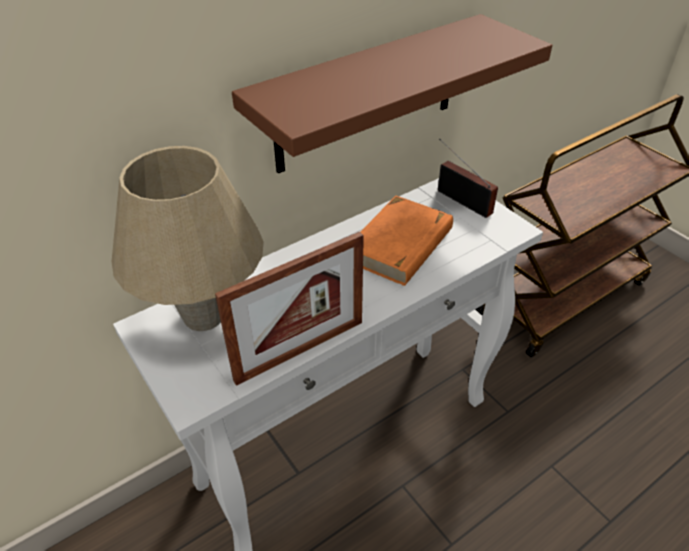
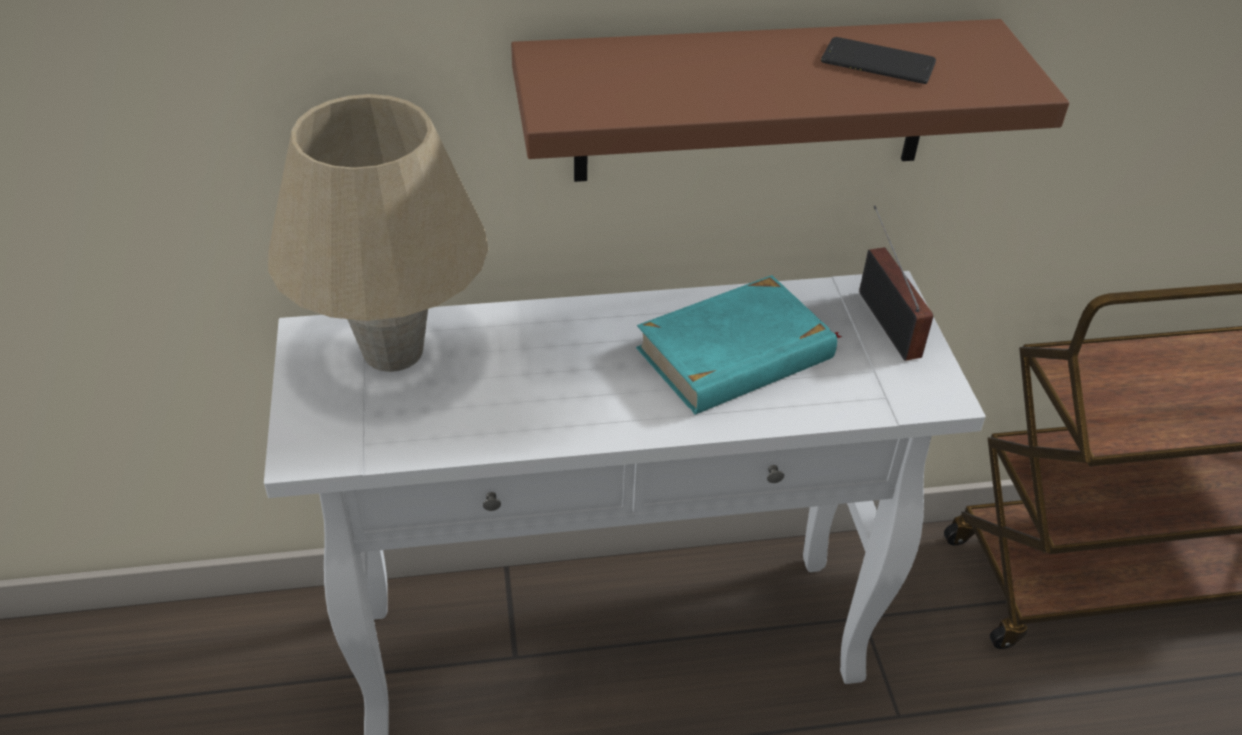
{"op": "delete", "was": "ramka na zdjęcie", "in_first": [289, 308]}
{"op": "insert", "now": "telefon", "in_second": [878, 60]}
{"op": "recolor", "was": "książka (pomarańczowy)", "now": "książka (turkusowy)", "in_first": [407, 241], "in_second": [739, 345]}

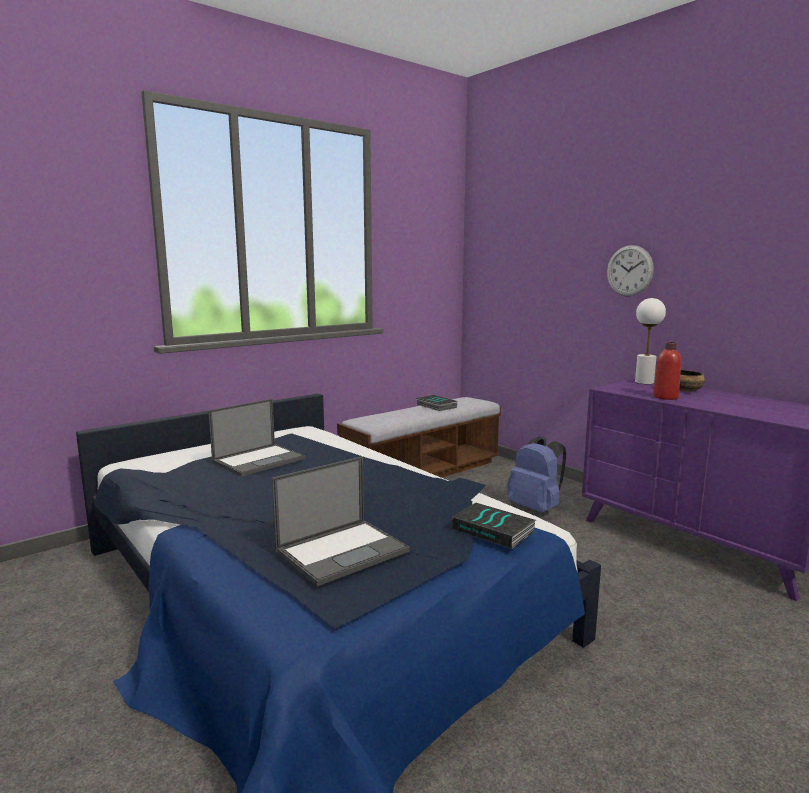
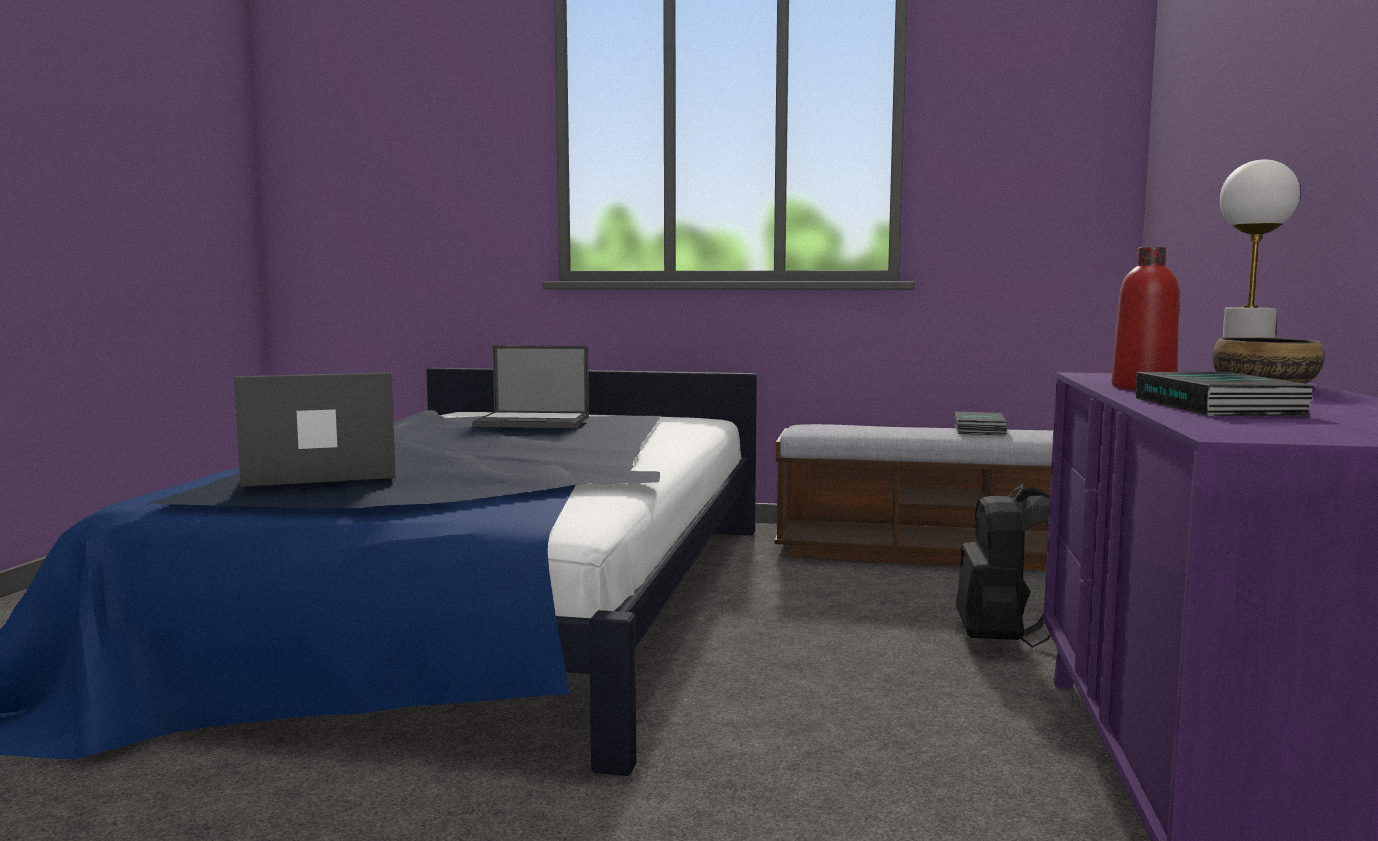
{"op": "delete", "was": "zegar ścienny", "in_first": [630, 271]}
{"op": "move", "was": "książka", "in_first": [494, 526], "in_second": [1225, 394]}
{"op": "recolor", "was": "plecak (niebieski)", "now": "plecak (czarny)", "in_first": [536, 474], "in_second": [1003, 566]}
{"op": "rotate", "was": "laptop", "in_first": [341, 521], "in_second": [315, 430], "clockwise": 150}

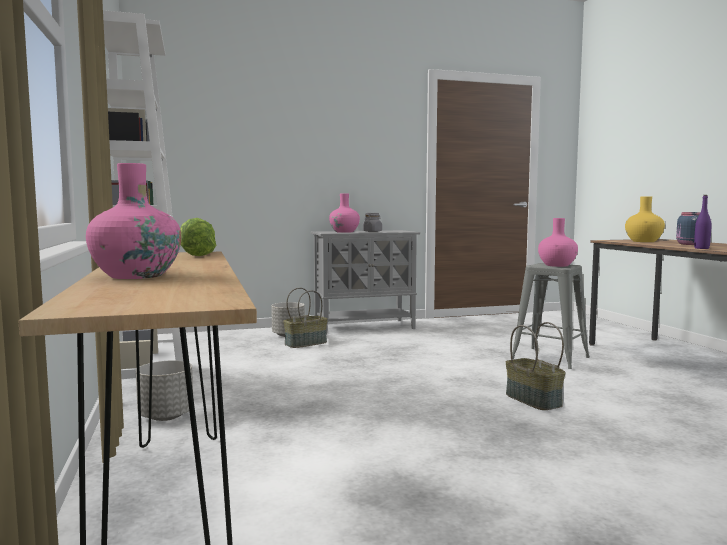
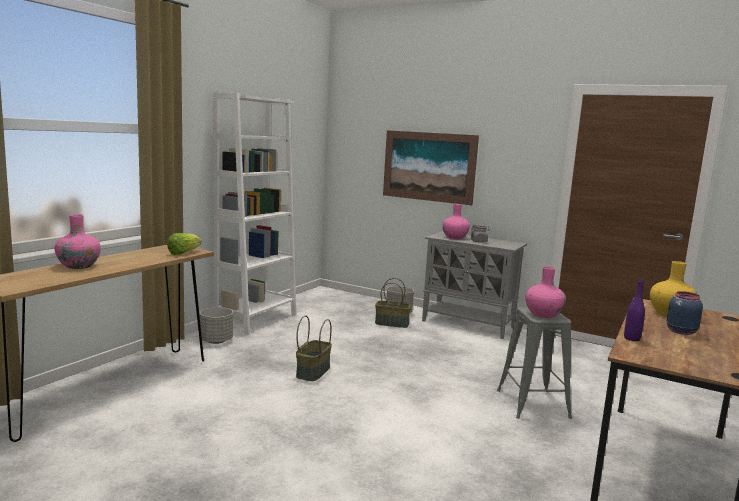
{"op": "insert", "now": "obraz", "in_second": [431, 167]}
{"op": "move", "was": "koszyk", "in_first": [536, 366], "in_second": [314, 348]}

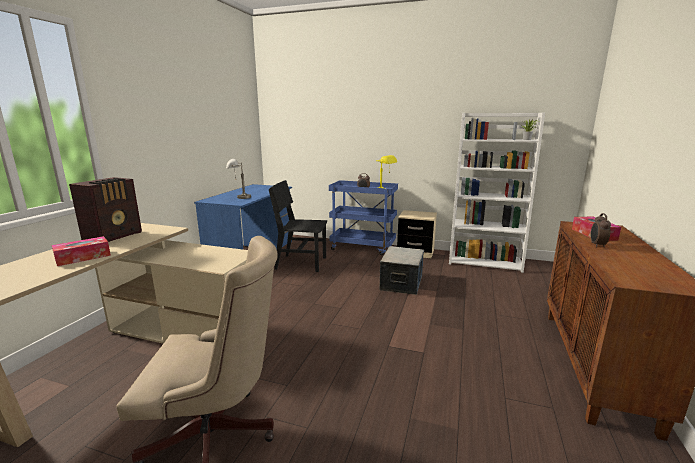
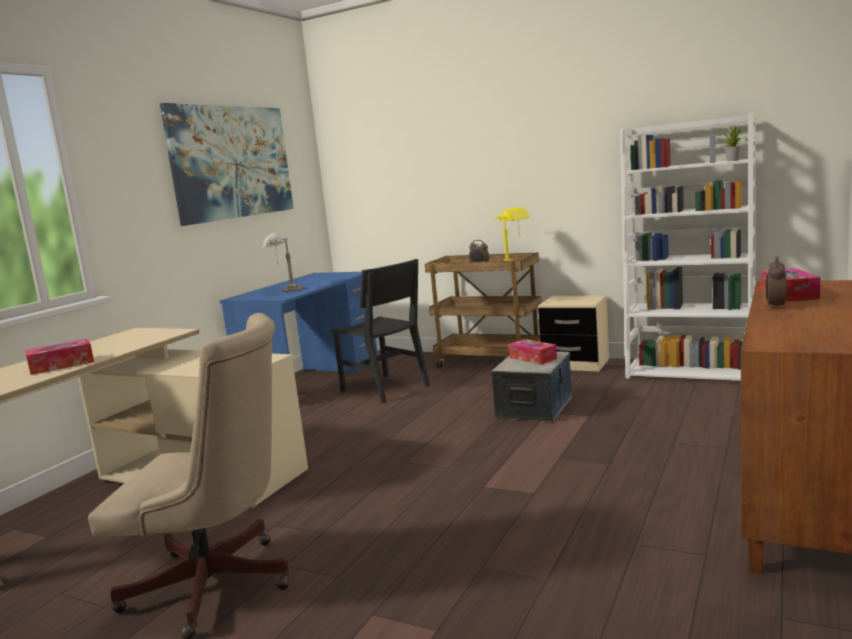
{"op": "delete", "was": "radio", "in_first": [105, 209]}
{"op": "insert", "now": "obraz", "in_second": [227, 164]}
{"op": "insert", "now": "pudełko chusteczek", "in_second": [533, 352]}
{"op": "recolor", "was": "wózek (niebieski)", "now": "wózek (brązowy)", "in_first": [363, 217], "in_second": [483, 310]}
{"op": "rotate", "was": "krzesło (czarny)", "in_first": [298, 226], "in_second": [380, 331], "clockwise": -150}

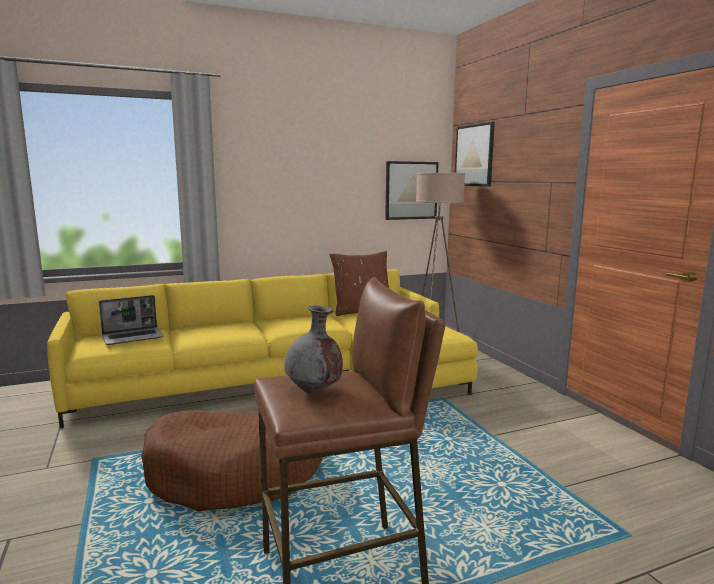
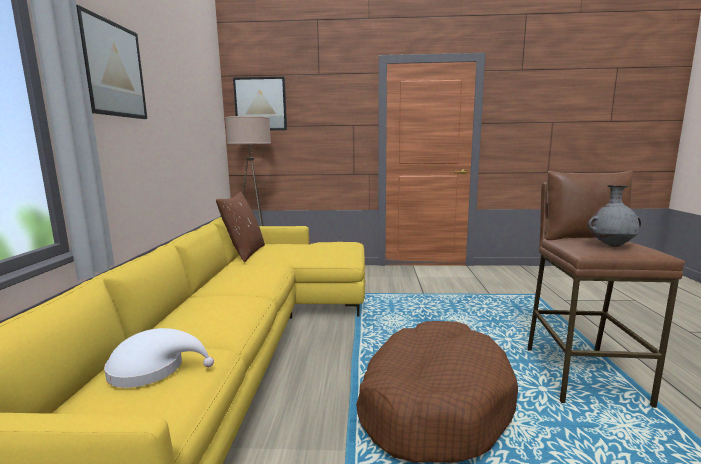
{"op": "move", "was": "obraz", "in_first": [412, 190], "in_second": [111, 62]}
{"op": "replace", "was": "laptop", "now": "kapelusz (biały)", "in_first": [131, 320], "in_second": [159, 358]}

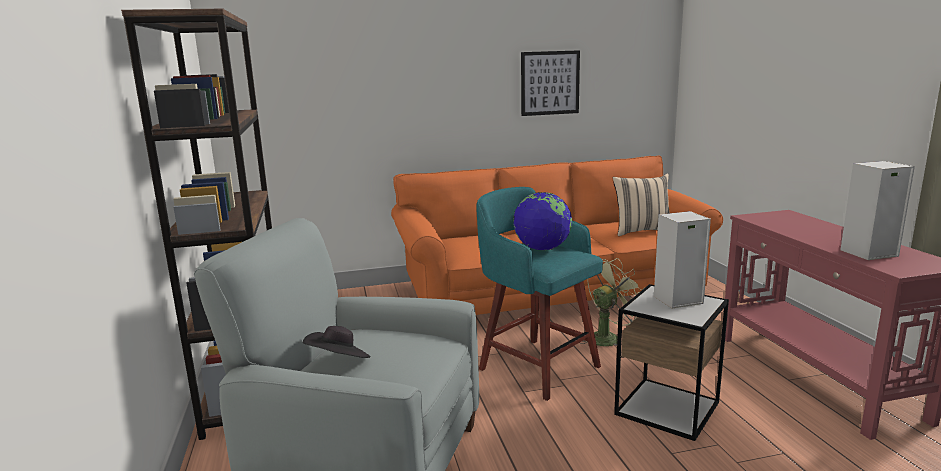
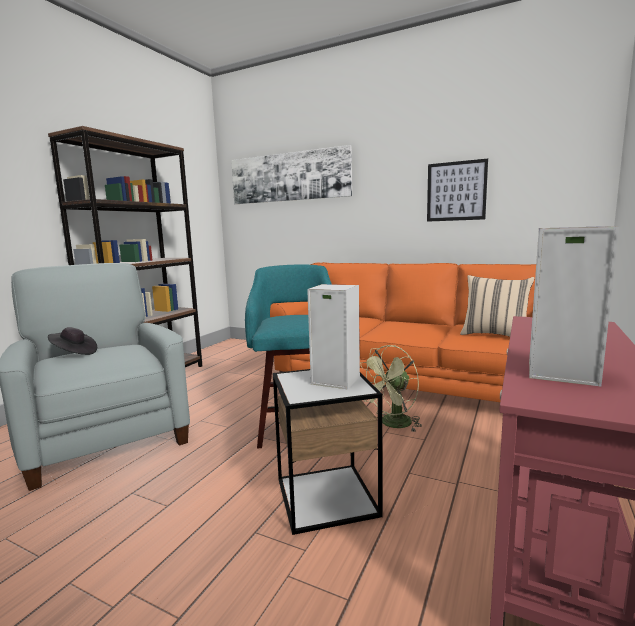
{"op": "delete", "was": "globus", "in_first": [542, 221]}
{"op": "insert", "now": "obraz", "in_second": [291, 174]}
{"op": "rotate", "was": "wentylator (zielony)", "in_first": [612, 302], "in_second": [391, 388], "clockwise": 135}

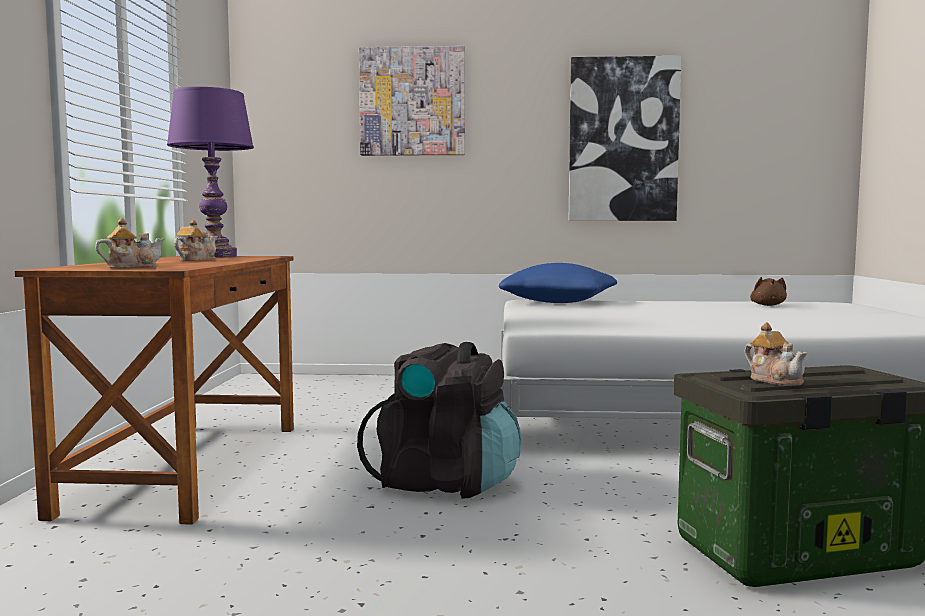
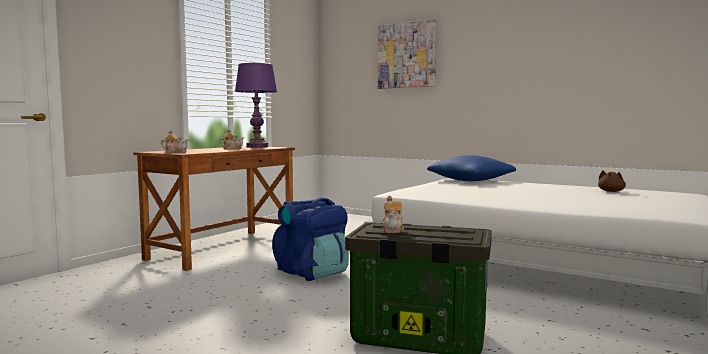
{"op": "delete", "was": "obraz", "in_first": [625, 138]}
{"op": "recolor", "was": "plecak (czarny)", "now": "plecak (niebieski)", "in_first": [439, 420], "in_second": [310, 239]}

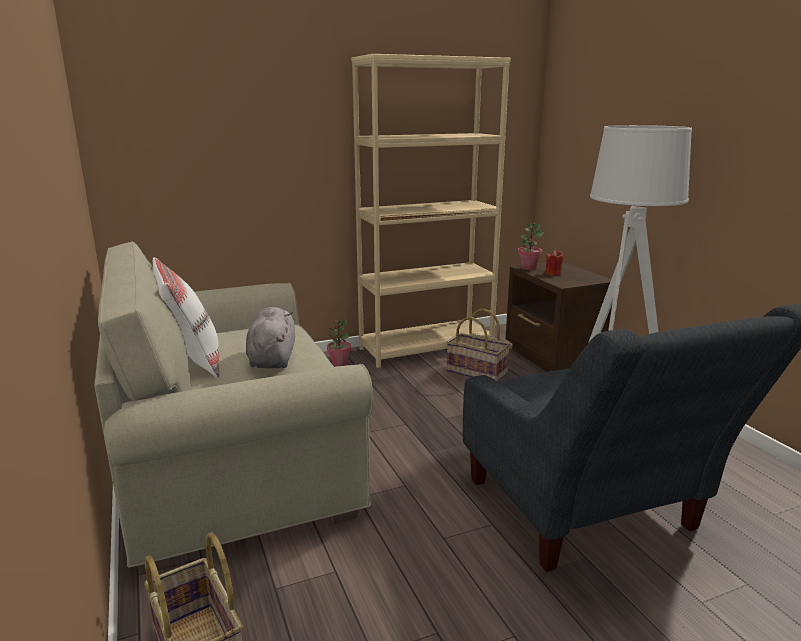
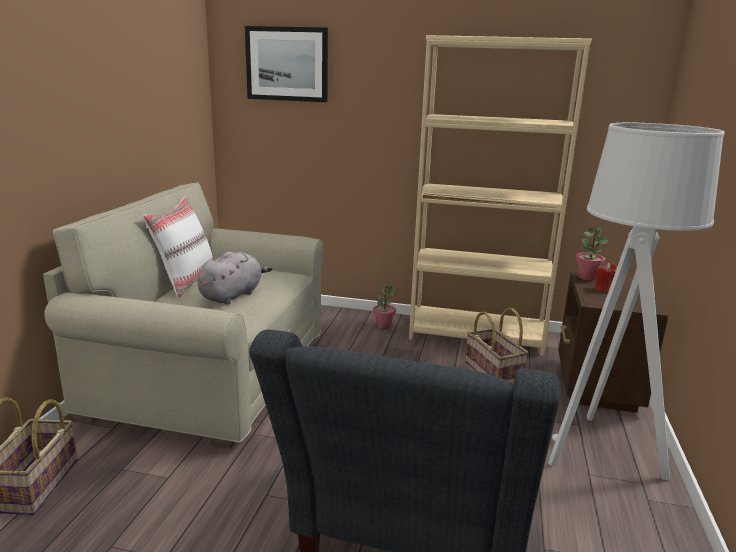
{"op": "insert", "now": "obraz", "in_second": [286, 64]}

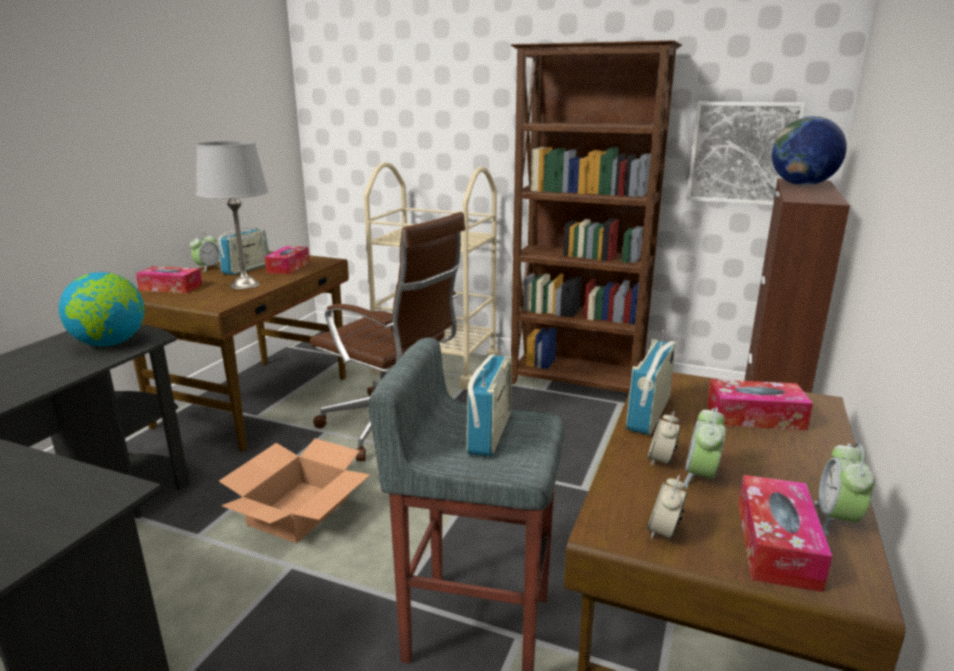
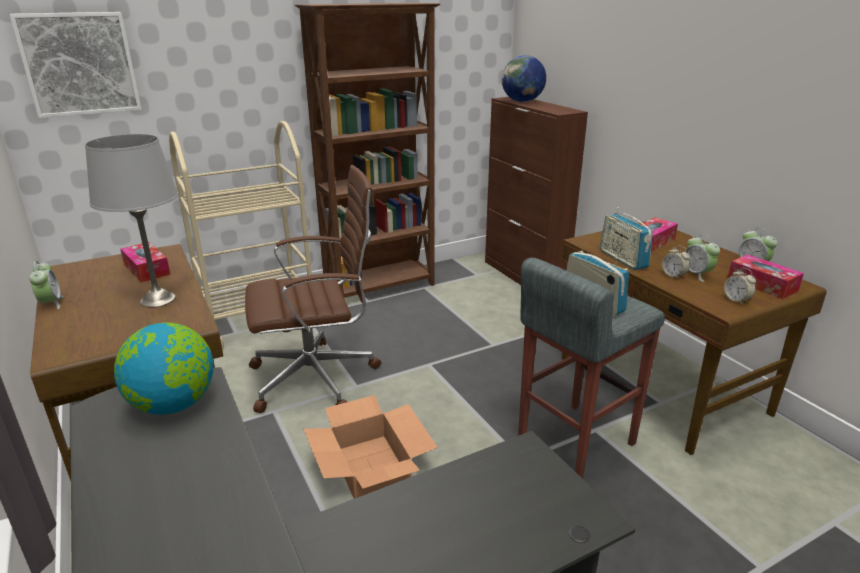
{"op": "delete", "was": "pudełko chusteczek", "in_first": [169, 279]}
{"op": "delete", "was": "radio", "in_first": [244, 251]}
{"op": "move", "was": "obraz", "in_first": [746, 153], "in_second": [75, 65]}

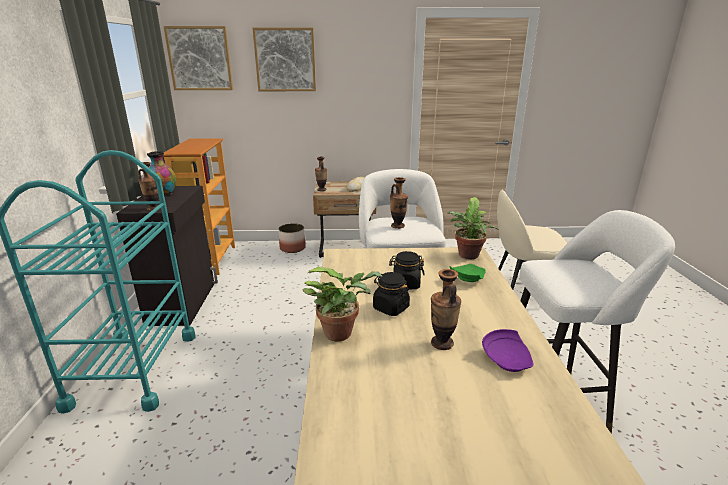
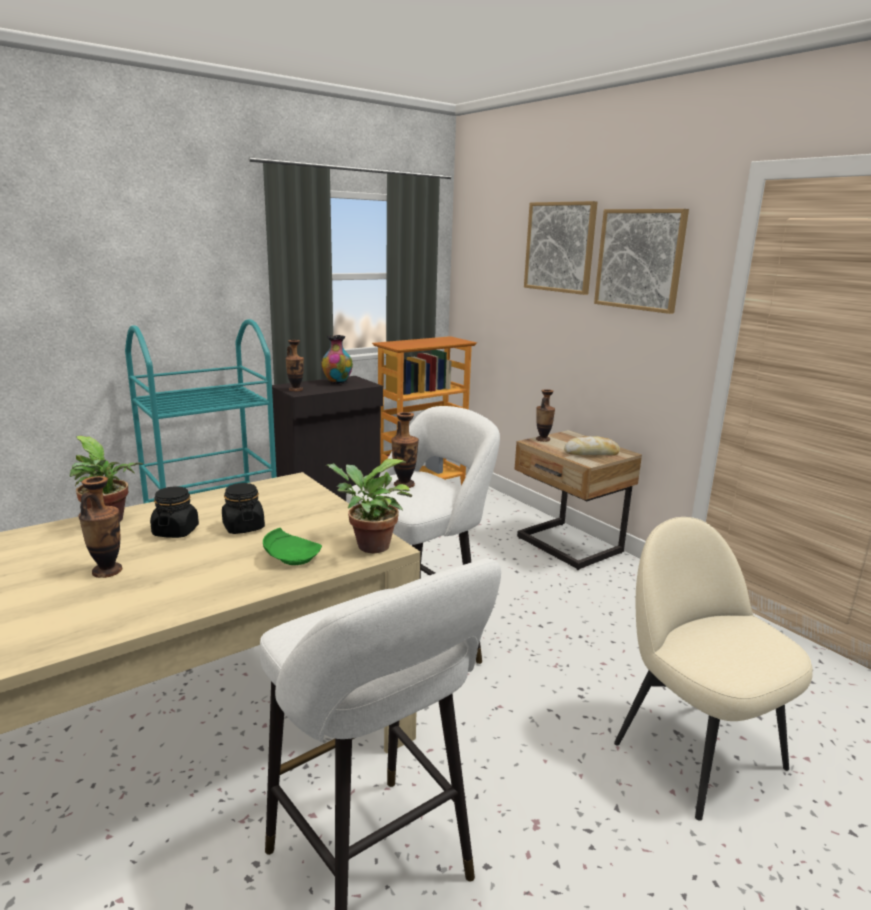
{"op": "delete", "was": "donica", "in_first": [292, 238]}
{"op": "delete", "was": "talerz (fioletowy)", "in_first": [507, 350]}
{"op": "move", "was": "obraz", "in_first": [198, 58], "in_second": [641, 261]}

